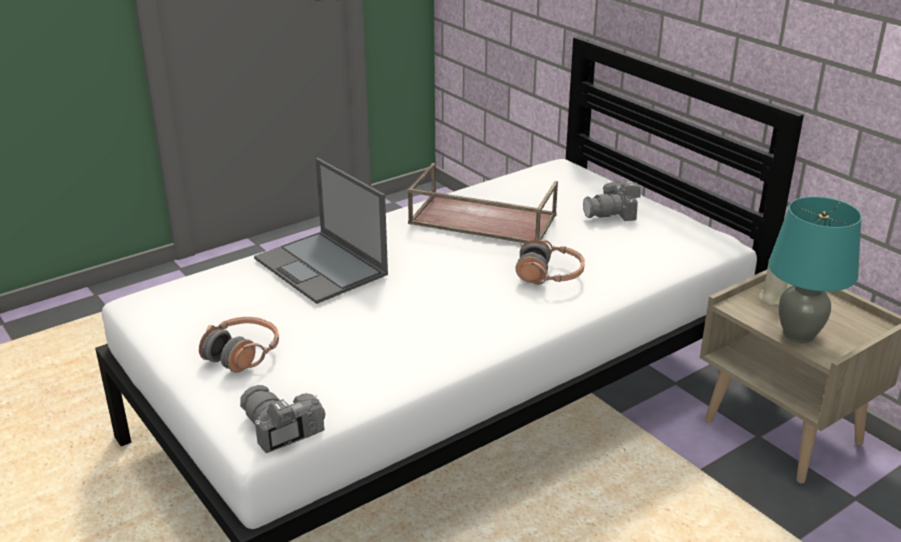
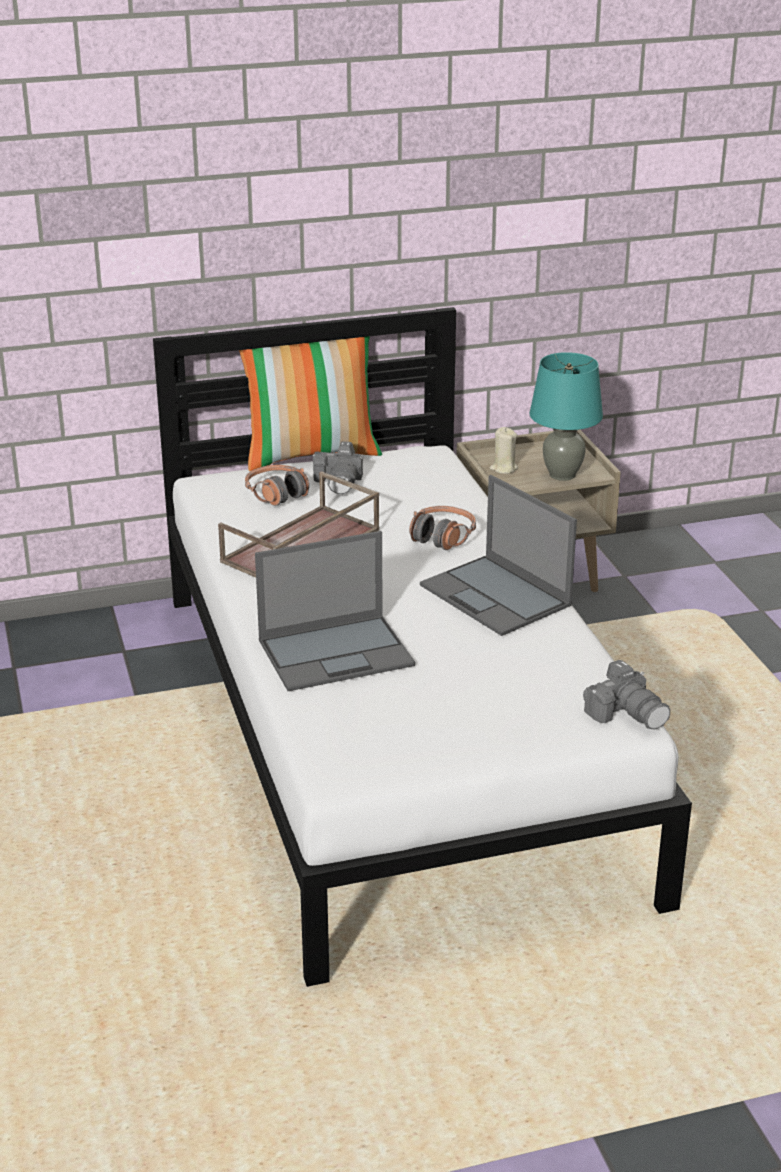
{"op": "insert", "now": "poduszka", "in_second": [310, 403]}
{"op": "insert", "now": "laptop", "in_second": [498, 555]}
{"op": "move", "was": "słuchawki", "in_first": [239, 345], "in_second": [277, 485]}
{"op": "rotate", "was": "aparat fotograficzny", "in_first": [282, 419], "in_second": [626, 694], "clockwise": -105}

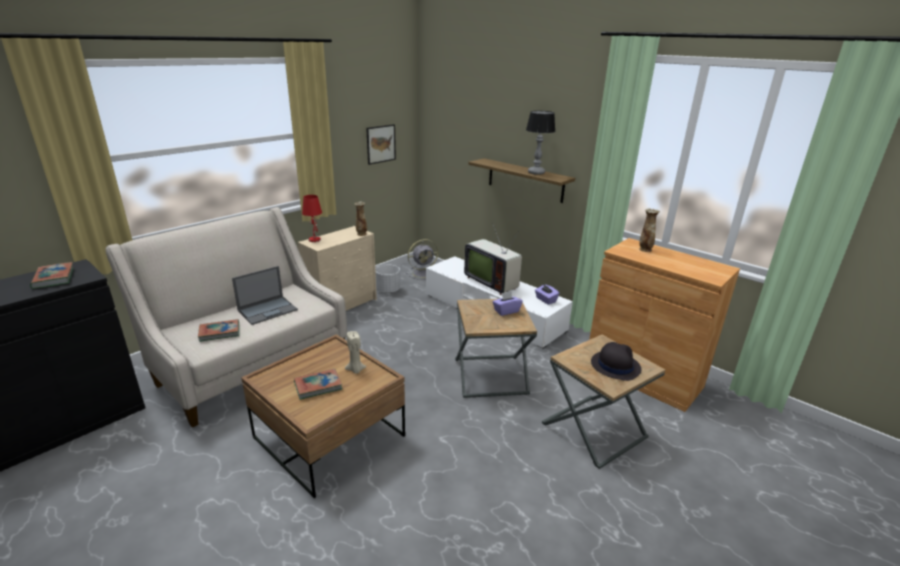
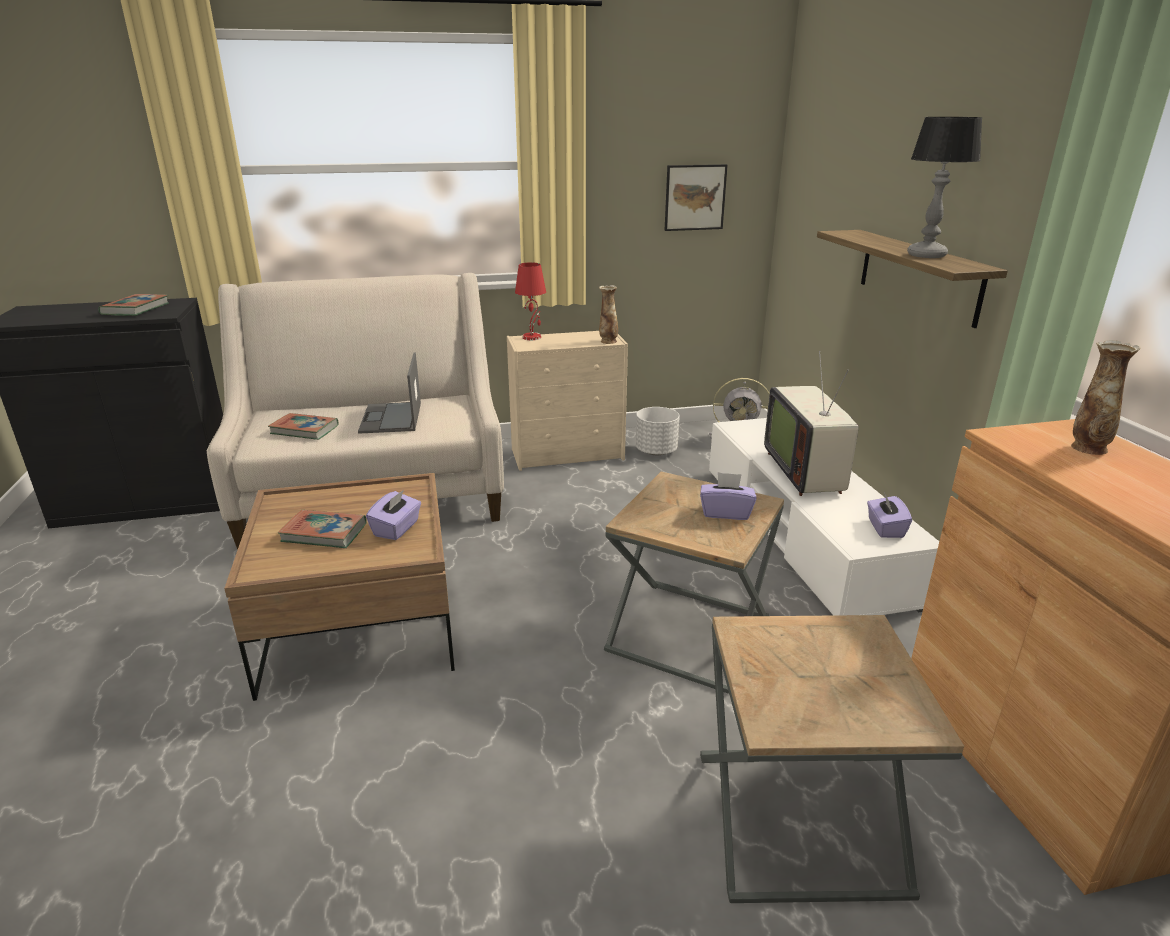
{"op": "delete", "was": "kapelusz (czarny)", "in_first": [616, 361]}
{"op": "replace", "was": "świeca (beżowy)", "now": "pudełko chusteczek (fioletowy)", "in_first": [355, 352], "in_second": [393, 515]}
{"op": "rotate", "was": "laptop", "in_first": [265, 295], "in_second": [389, 393], "clockwise": 90}

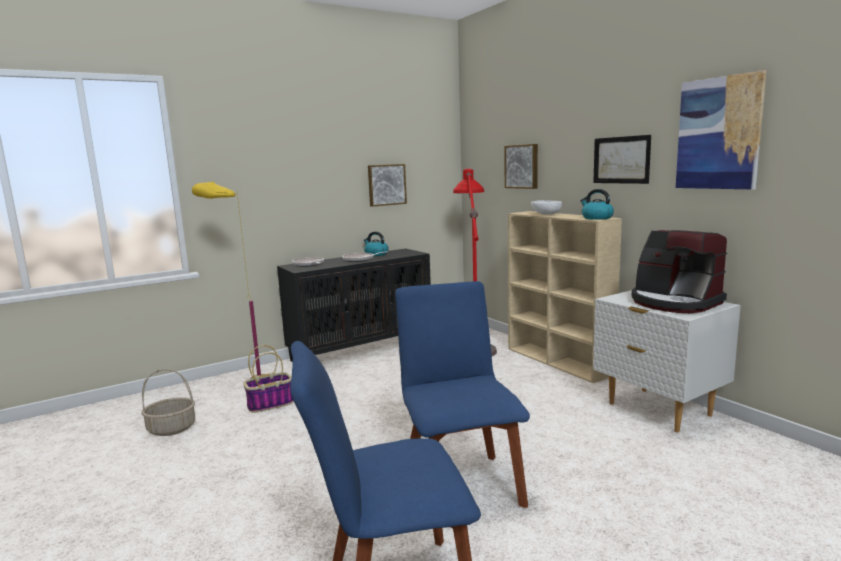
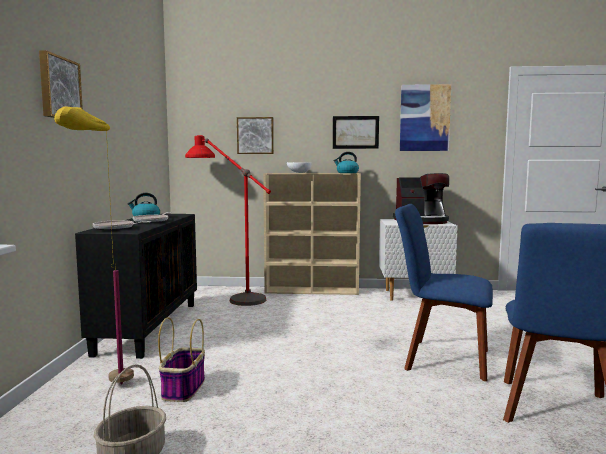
{"op": "move", "was": "obraz", "in_first": [387, 185], "in_second": [61, 84]}

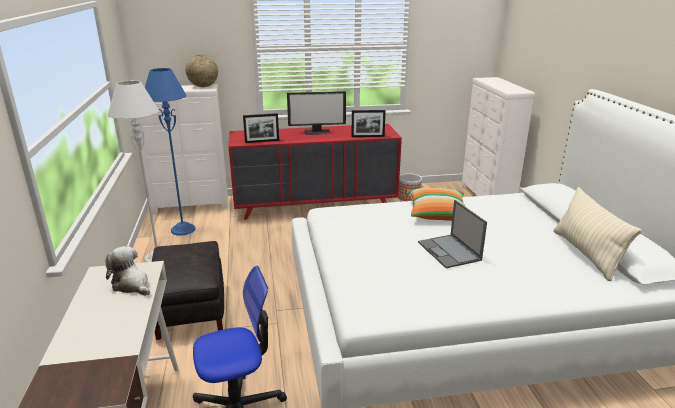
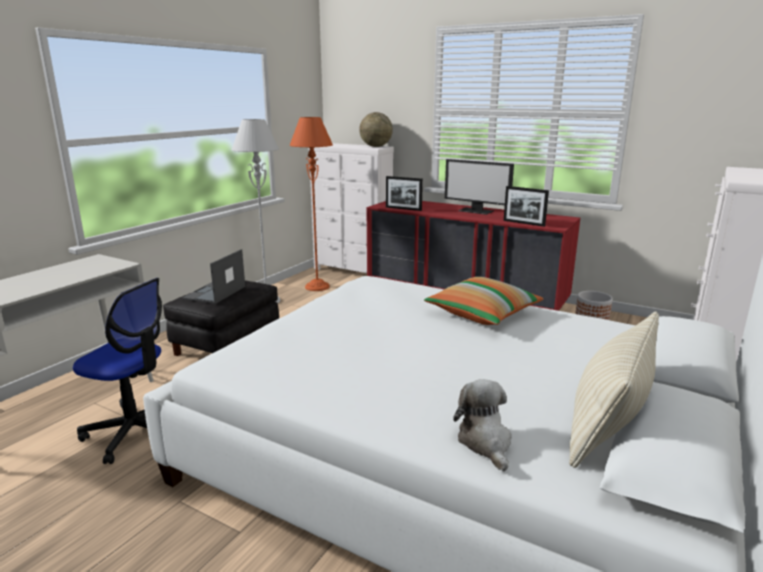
{"op": "move", "was": "pluszak", "in_first": [128, 271], "in_second": [482, 426]}
{"op": "move", "was": "laptop", "in_first": [452, 234], "in_second": [213, 276]}
{"op": "recolor", "was": "lampa stojąca (niebieski)", "now": "lampa stojąca (pomarańczowy)", "in_first": [170, 152], "in_second": [311, 204]}

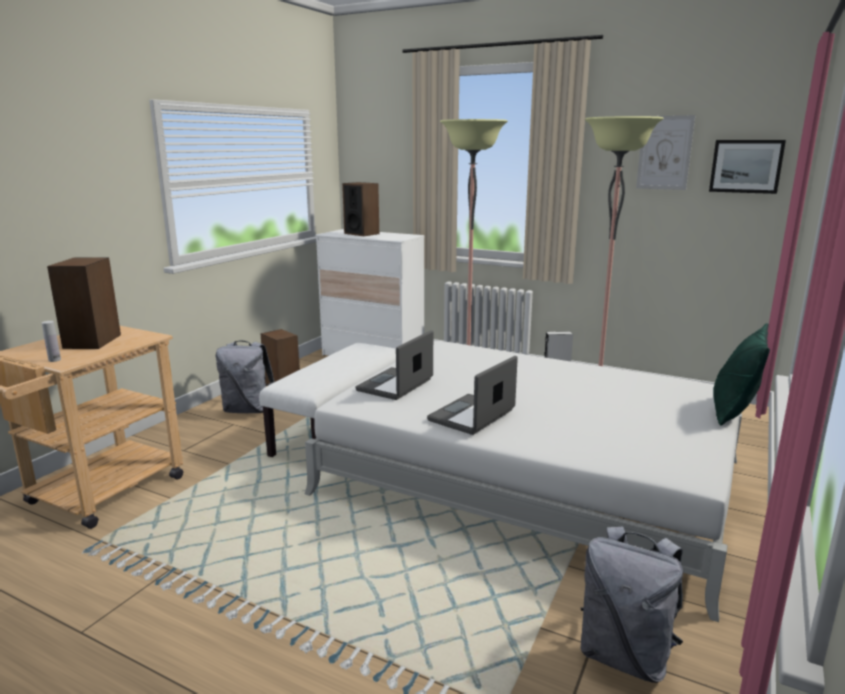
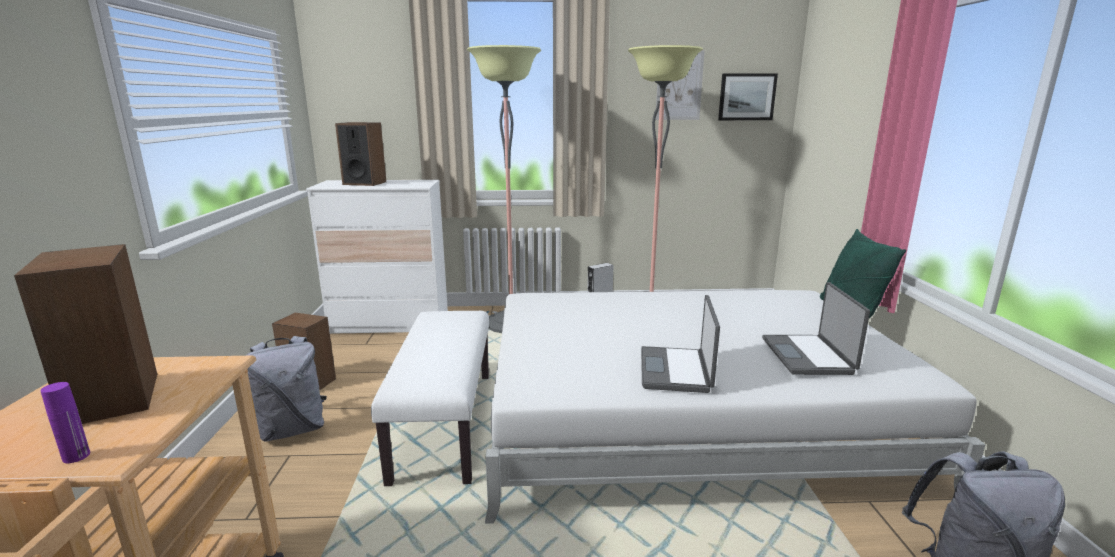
{"op": "move", "was": "laptop", "in_first": [394, 365], "in_second": [816, 328]}
{"op": "recolor", "was": "butelka (biały)", "now": "butelka (fioletowy)", "in_first": [51, 341], "in_second": [65, 422]}

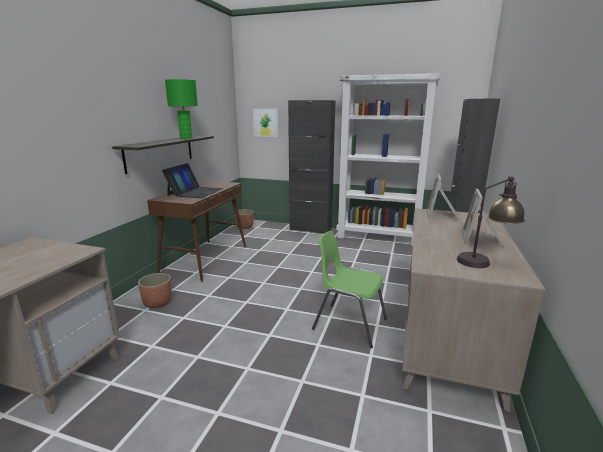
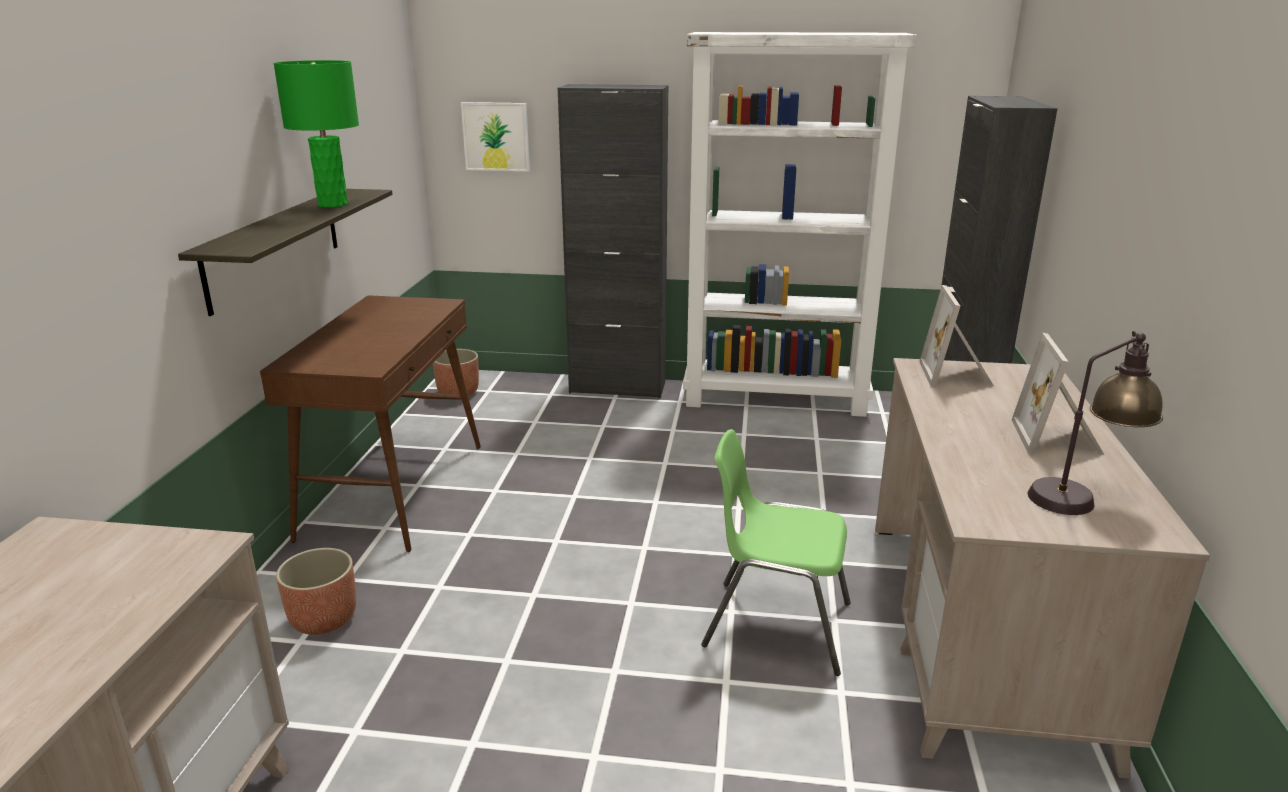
{"op": "delete", "was": "laptop", "in_first": [192, 180]}

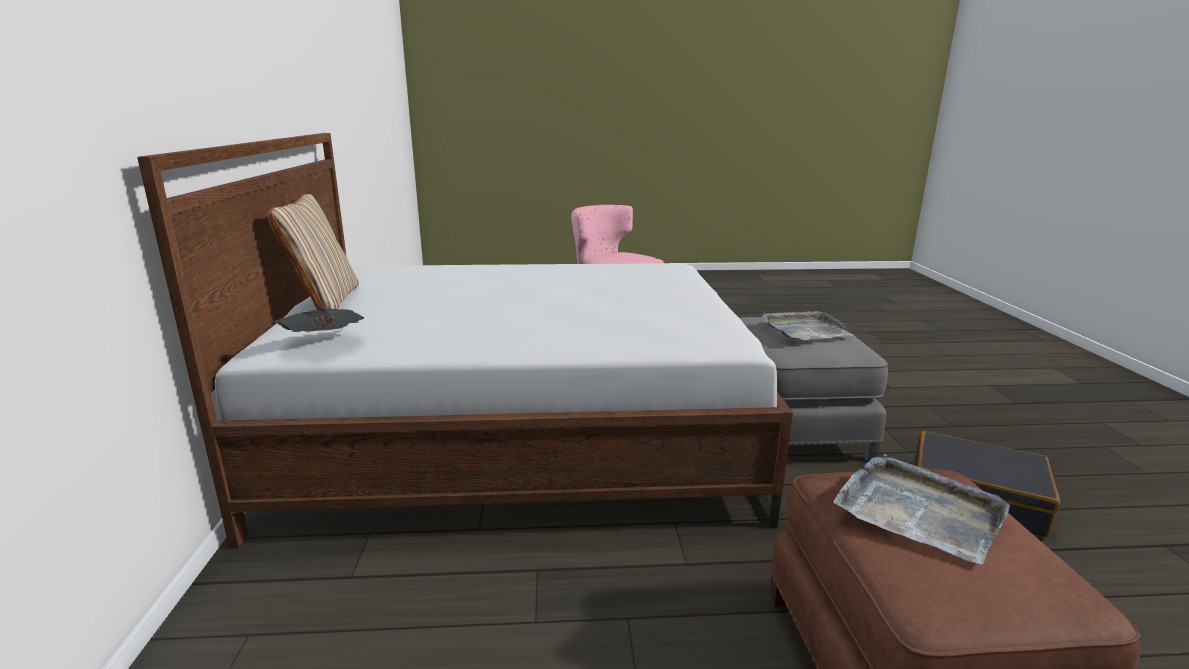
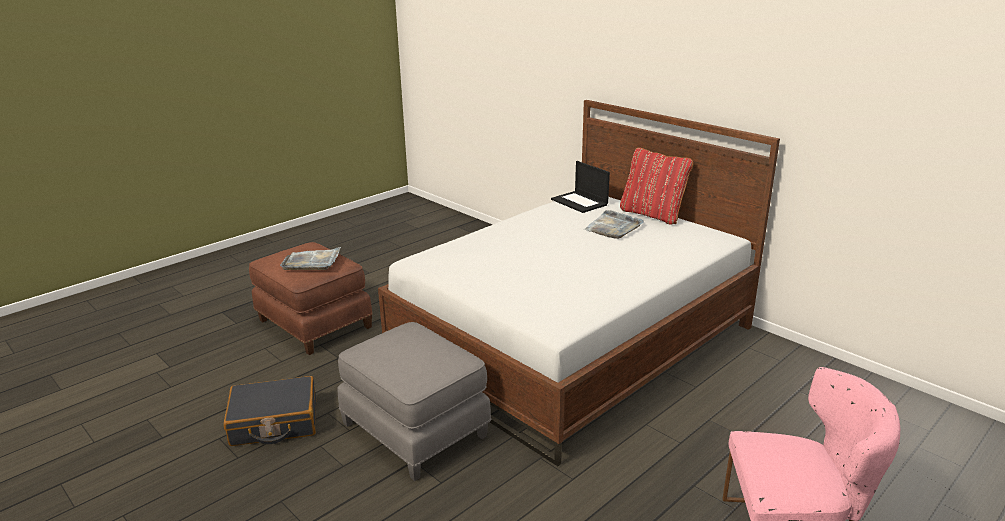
{"op": "move", "was": "taca (szary)", "in_first": [808, 325], "in_second": [614, 224]}
{"op": "replace", "was": "gazeta", "now": "laptop", "in_first": [318, 320], "in_second": [580, 187]}
{"op": "recolor", "was": "poduszka (beżowy)", "now": "poduszka (czerwony)", "in_first": [313, 251], "in_second": [656, 186]}

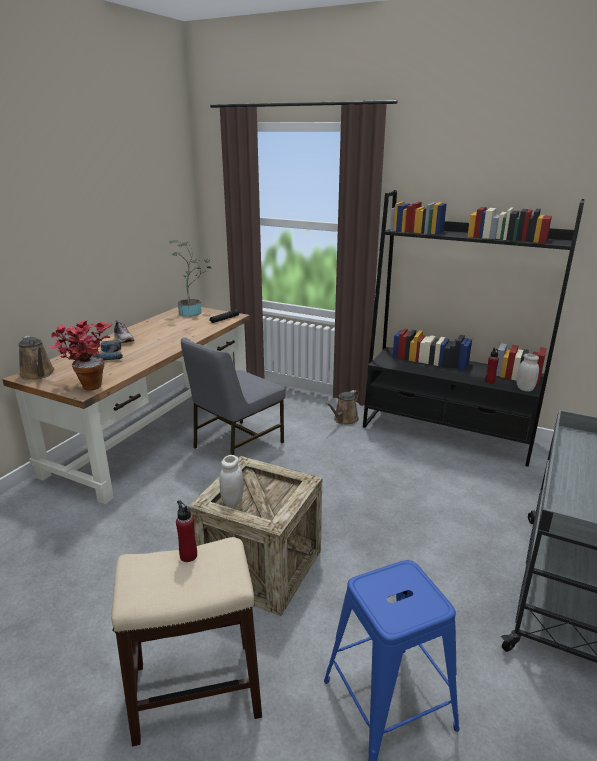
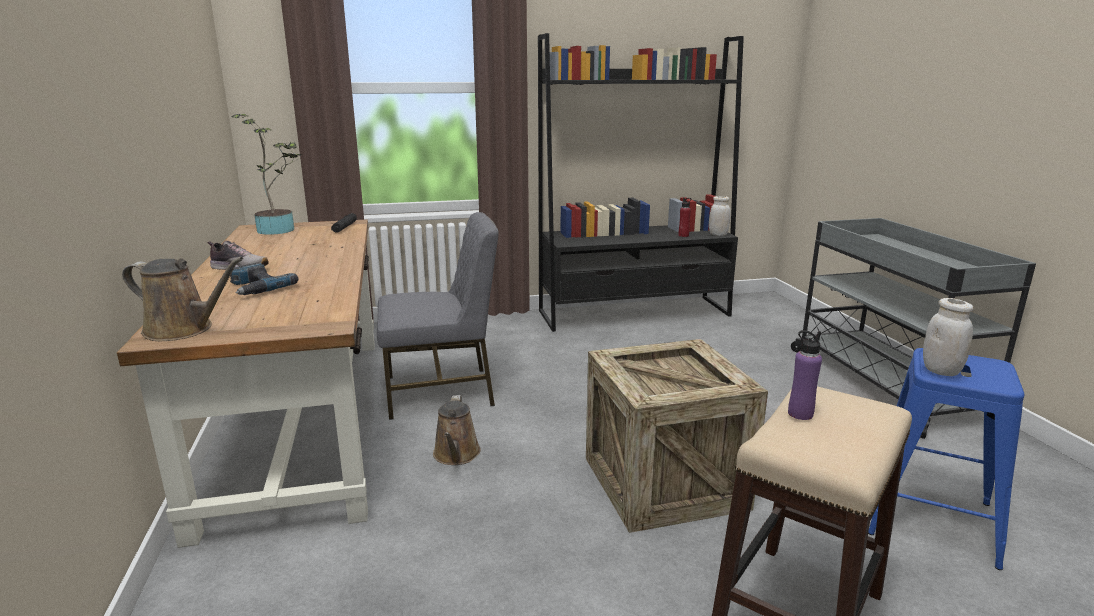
{"op": "delete", "was": "roślina doniczkowa", "in_first": [80, 355]}
{"op": "move", "was": "słoik (biały)", "in_first": [232, 481], "in_second": [948, 337]}
{"op": "move", "was": "konewka (brązowy)", "in_first": [342, 407], "in_second": [457, 430]}
{"op": "recolor", "was": "butelka (czerwony)", "now": "butelka (fioletowy)", "in_first": [186, 531], "in_second": [805, 375]}
{"op": "rotate", "was": "krzesło (szary)", "in_first": [233, 396], "in_second": [438, 316], "clockwise": -105}

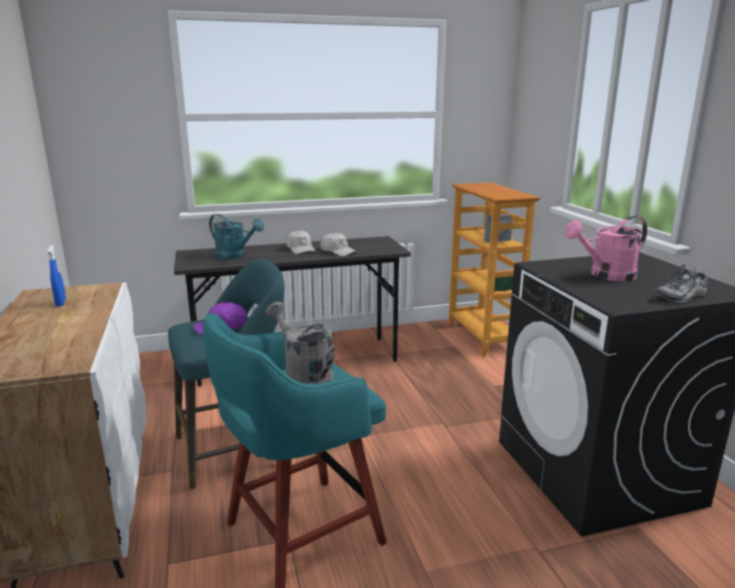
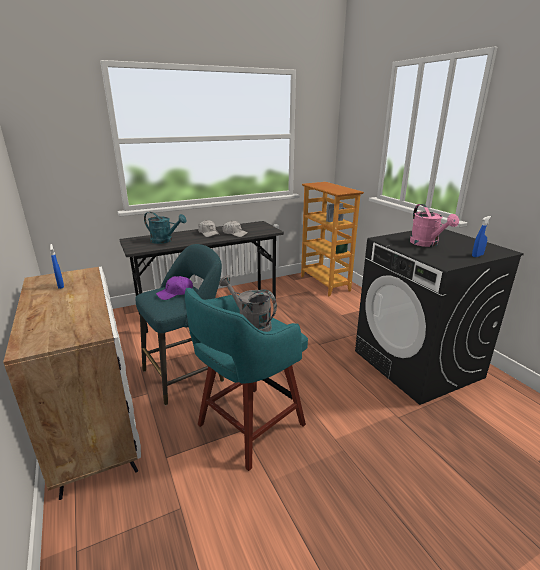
{"op": "replace", "was": "but", "now": "spryskiwacz (niebieski)", "in_first": [681, 283], "in_second": [481, 236]}
{"op": "rotate", "was": "konewka (różowy)", "in_first": [605, 248], "in_second": [434, 225], "clockwise": -75}

